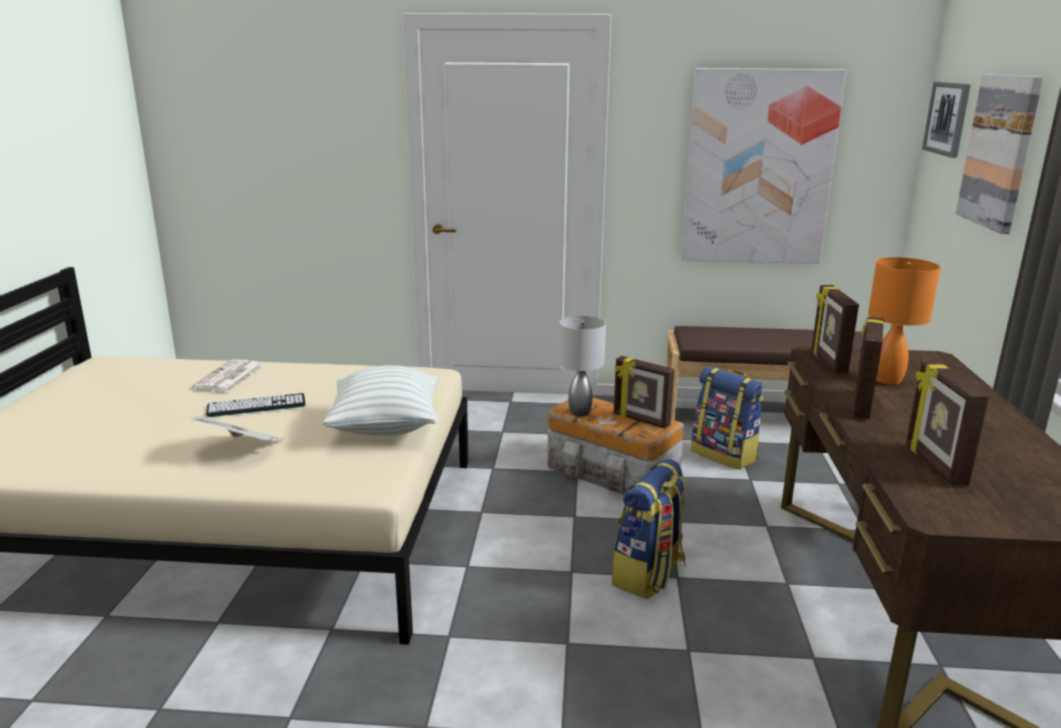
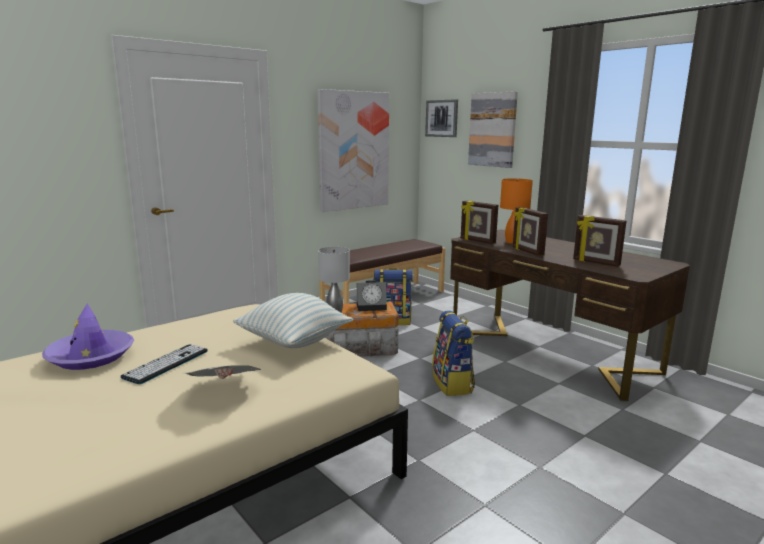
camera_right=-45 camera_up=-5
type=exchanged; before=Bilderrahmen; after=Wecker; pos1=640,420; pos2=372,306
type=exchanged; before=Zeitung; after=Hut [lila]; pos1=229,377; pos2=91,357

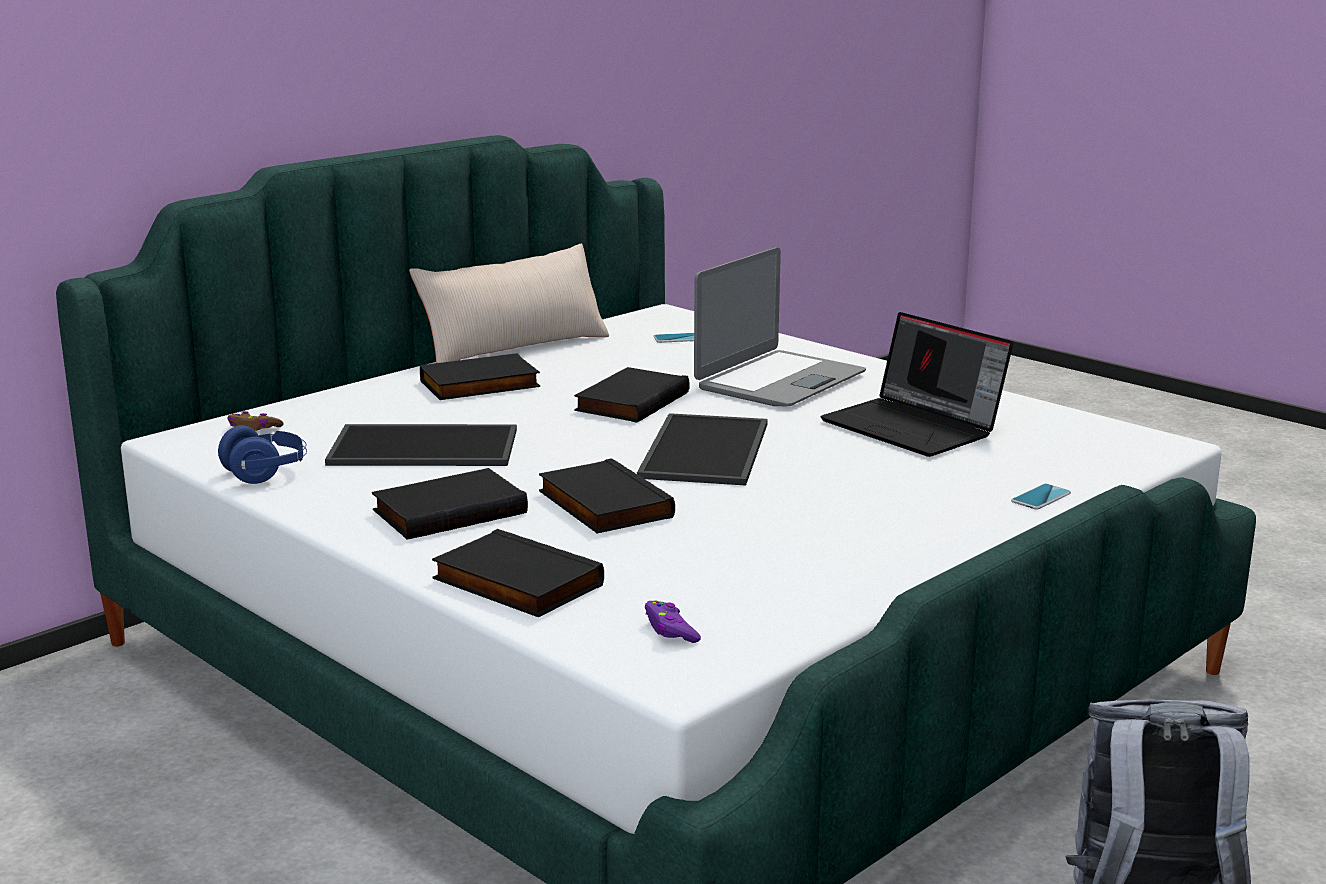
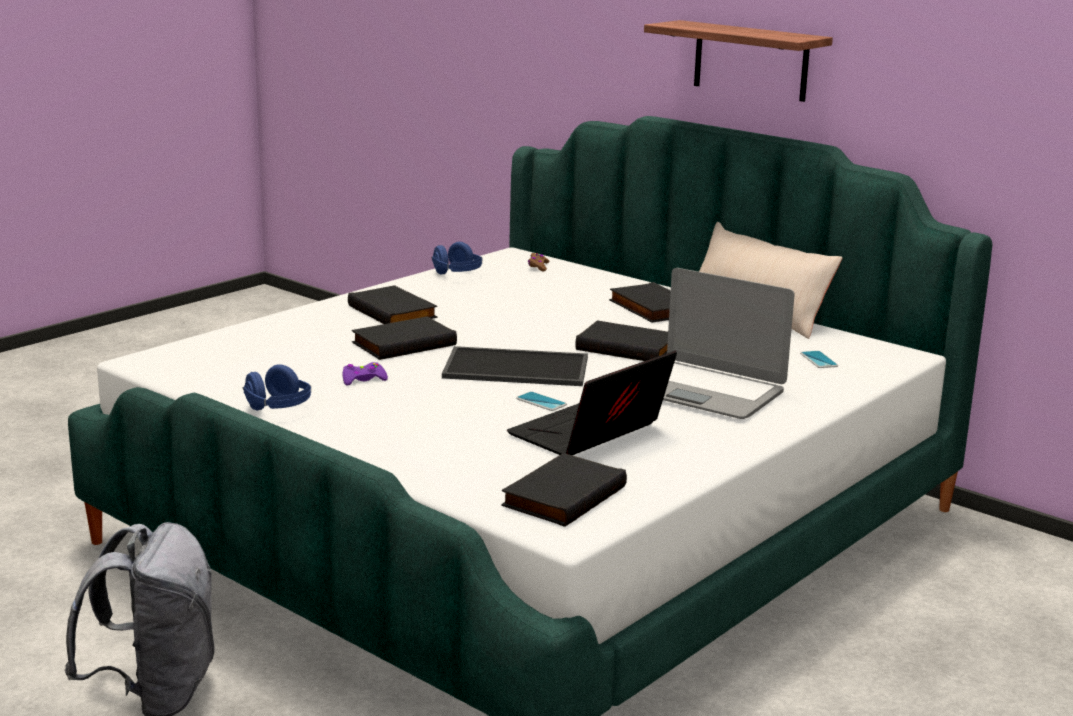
camera_right=85 camera_up=0
type=missing; before=Tablett; pos1=426,446
type=relocated; before=Handy; pos1=1041,498; pos2=541,402
type=relocated; before=Buch [schwarz]; pos1=514,583; pos2=562,495
type=relocated; before=Gamepad [lila]; pos1=670,630; pos2=363,379
type=appeared; after=Wandregal; pos2=750,61
type=appeared; after=Kopfhörer [blau]; pos2=278,409

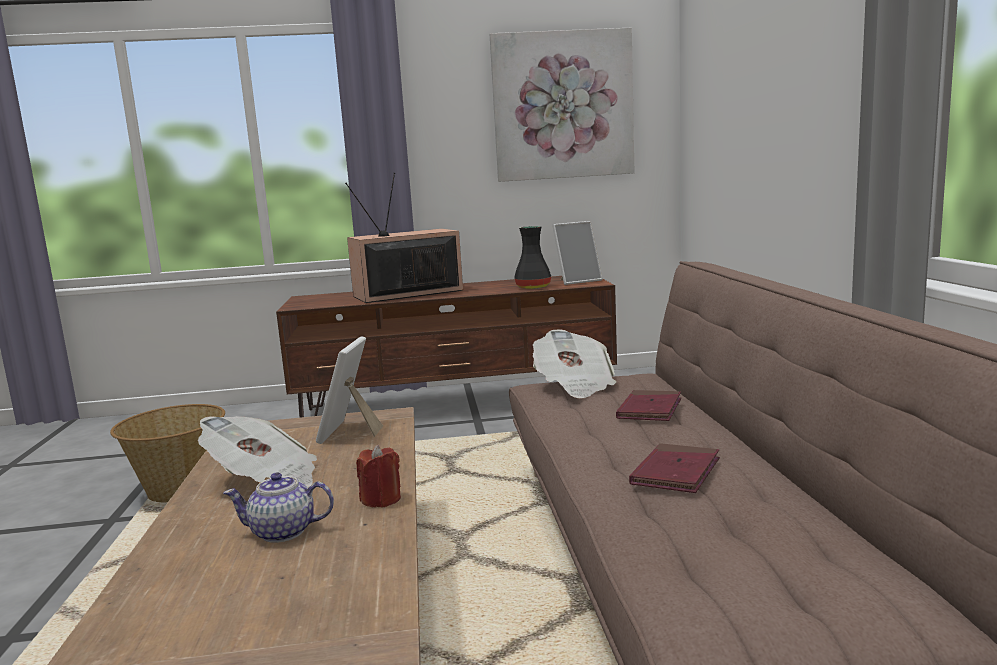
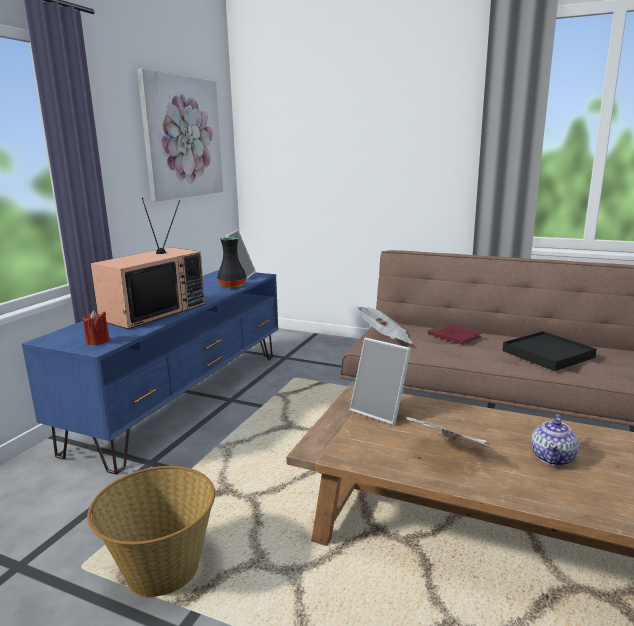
camera_right=-60 camera_up=5
type=spun; before=Fernseher; pos1=407,294; pos2=154,311; turn=-150
type=colour; before=Fernsehschrank [braun]; after=Fernsehschrank [blau]; pos1=457,405; pos2=185,397
type=exchanged; before=Buch [rot]; after=Tablett [schwarz]; pos1=676,473; pos2=547,354
type=relocated; before=Kerze [rot]; pos1=381,499; pos2=98,341

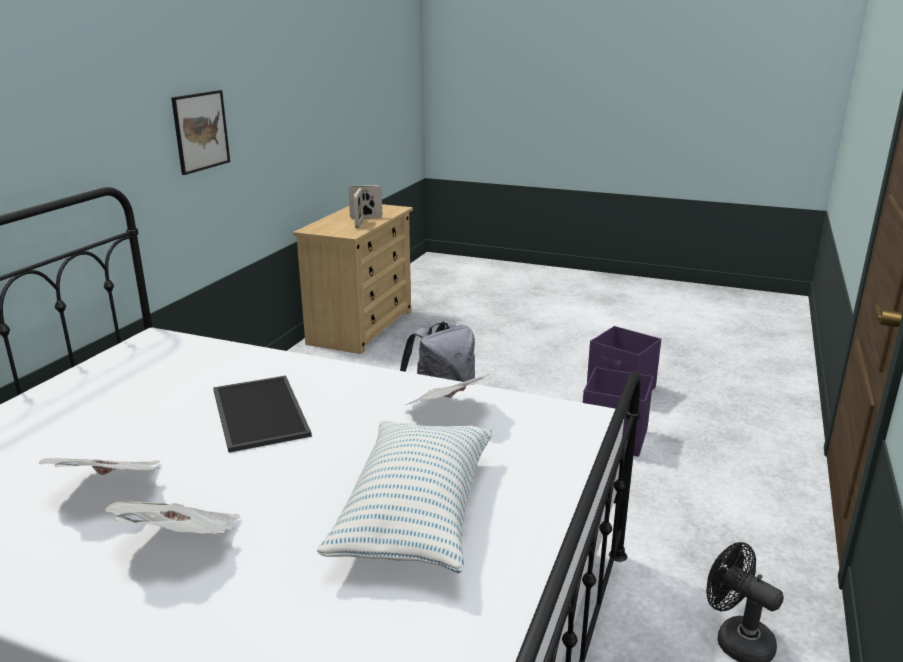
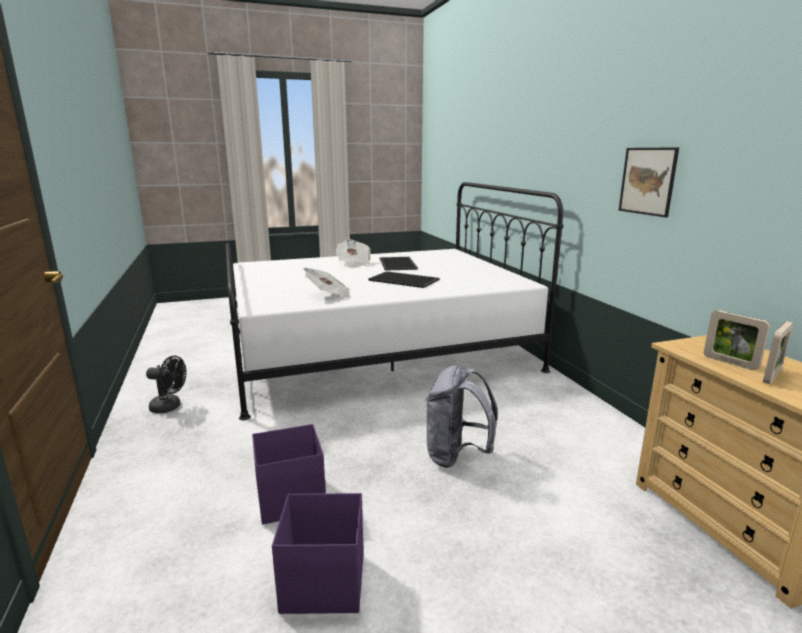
camera_right=140 camera_up=-5
type=missing; before=Kissen; pos1=416,514
type=exchanged; before=Zeitung; after=Tablett; pos1=112,488; pos2=398,264

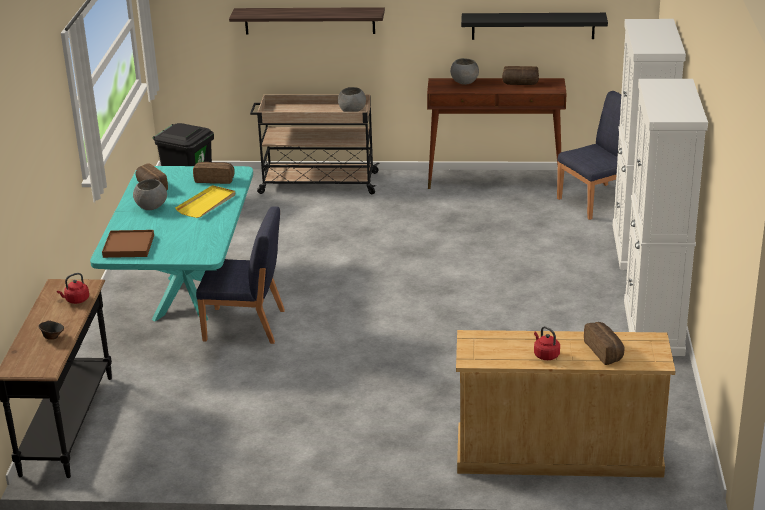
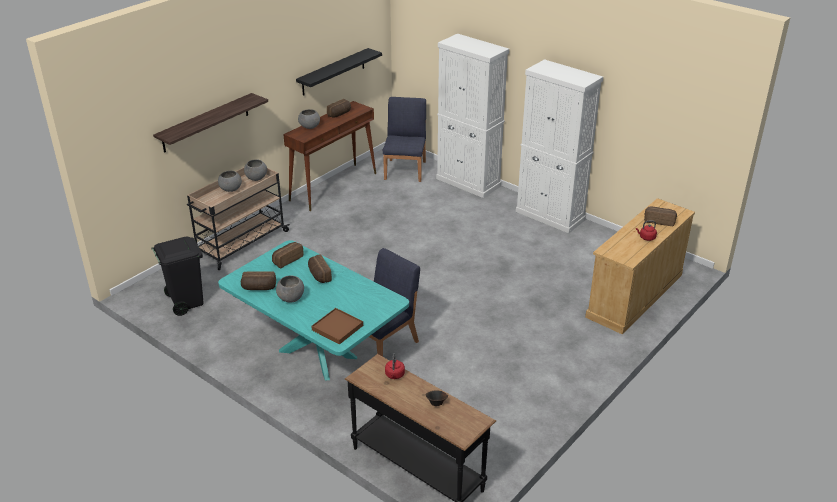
camera_right=-55 camera_up=5
type=exchanged; before=Tablett [gelb]; after=Brot; pos1=207,204; pos2=318,275
type=appeared; after=Schüssel [grau]; pos2=230,190

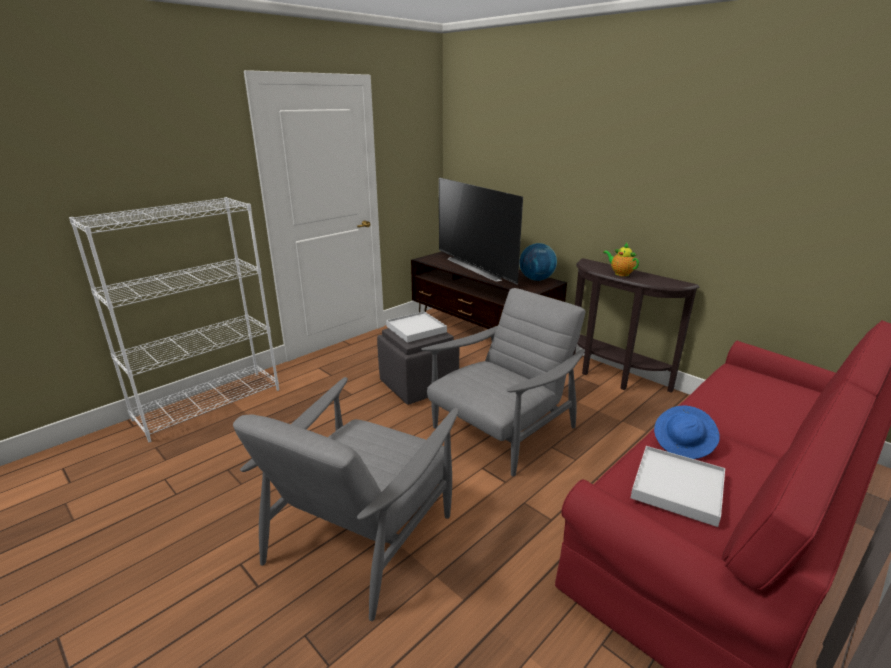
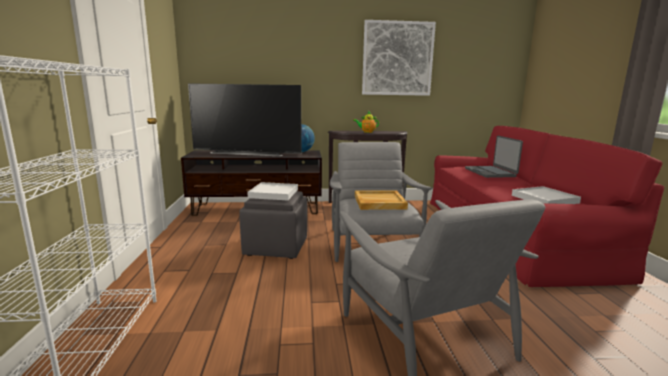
camera_right=-50 camera_up=-10
type=missing; before=Hut [blau]; pos1=684,443
type=appeared; after=Bild; pos2=397,59
type=appeared; after=Laptop; pos2=490,172
type=appeared; after=Tablett [beige]; pos2=379,202

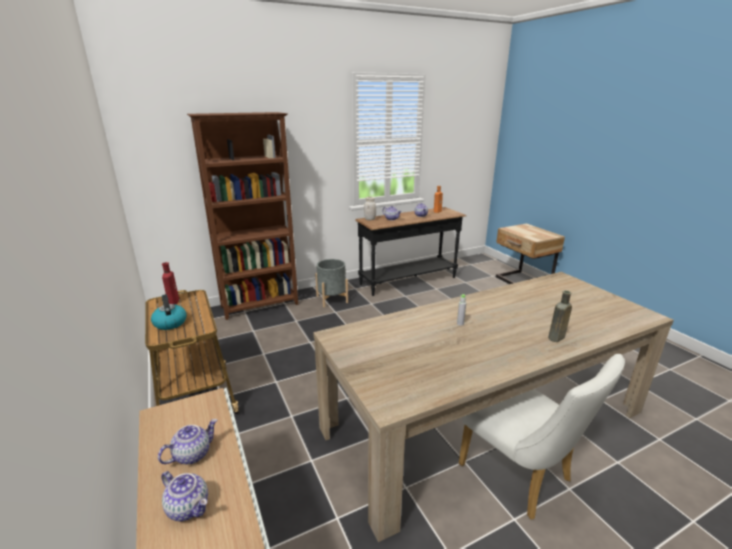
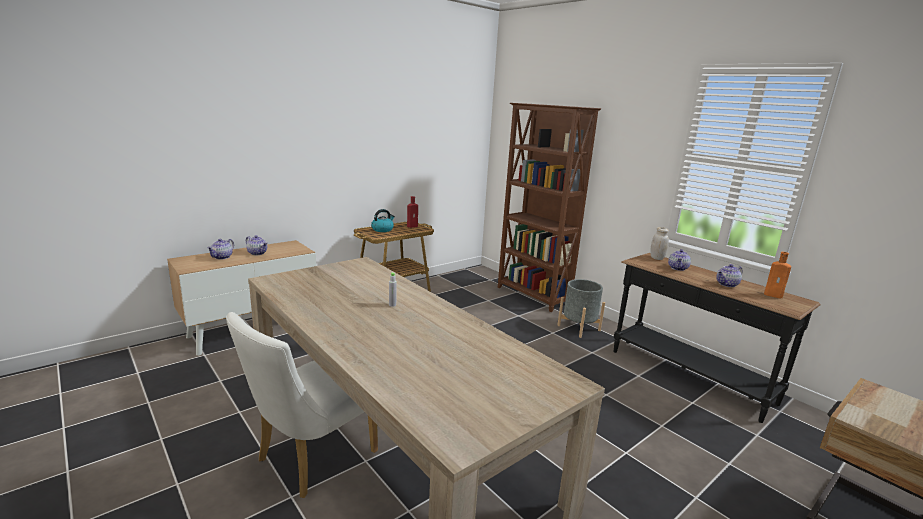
camera_right=75 camera_up=-5
type=missing; before=Flasche [braun]; pos1=555,338

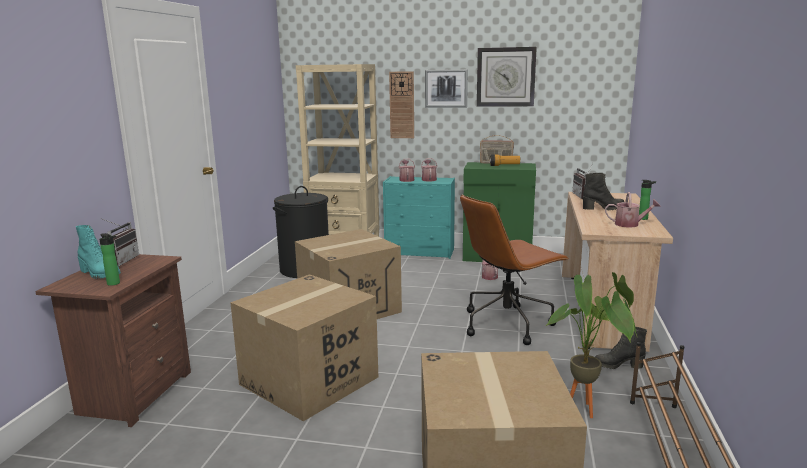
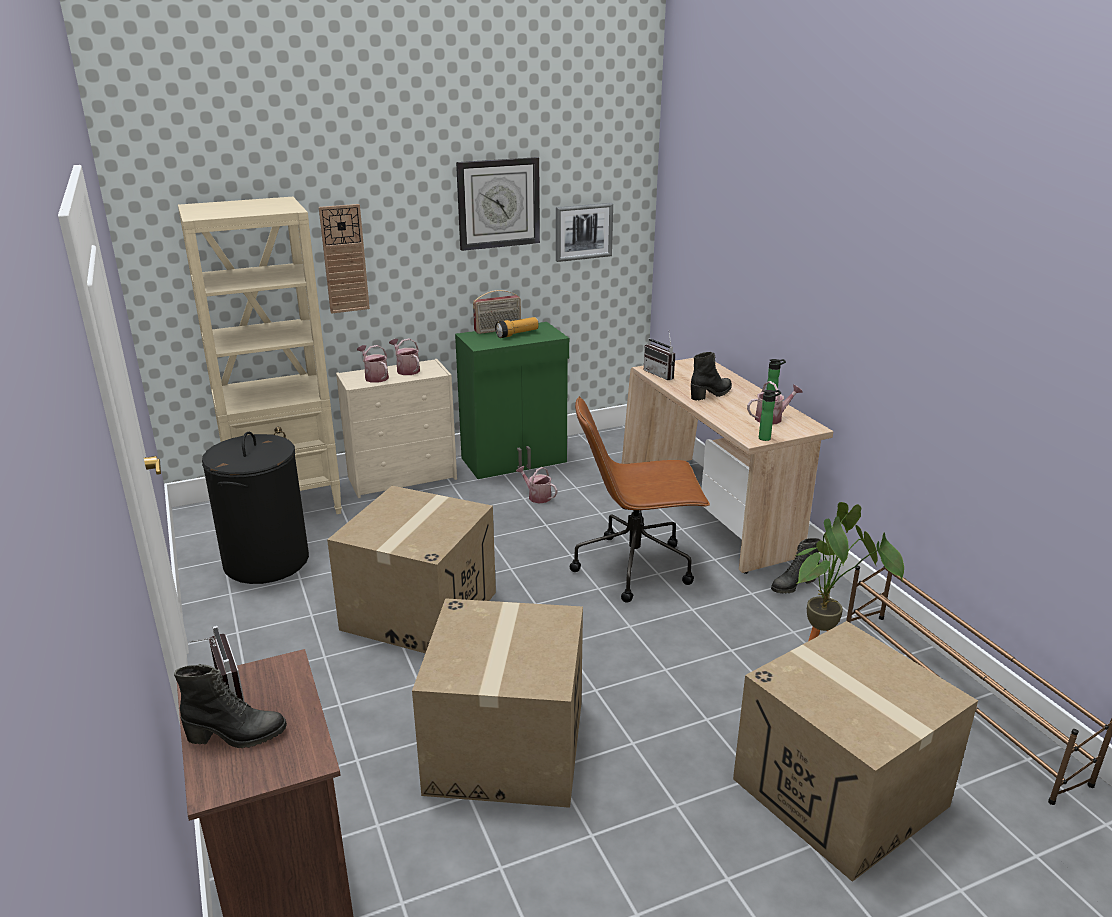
camera_right=-35 camera_up=10
type=relocated; before=Bild; pos1=446,88; pos2=583,231
type=colour; before=Kommode [türkis]; after=Kommode [beige]; pos1=420,252; pos2=403,478
type=spun; before=Bürostuhl [braun]; pos1=507,323; pos2=635,566; turn=60
type=colour; before=Stiefel [türkis]; after=Stiefel [schwarz]; pos1=99,274; pos2=236,736
type=relocated; before=Flasche; pos1=115,284; pos2=766,438

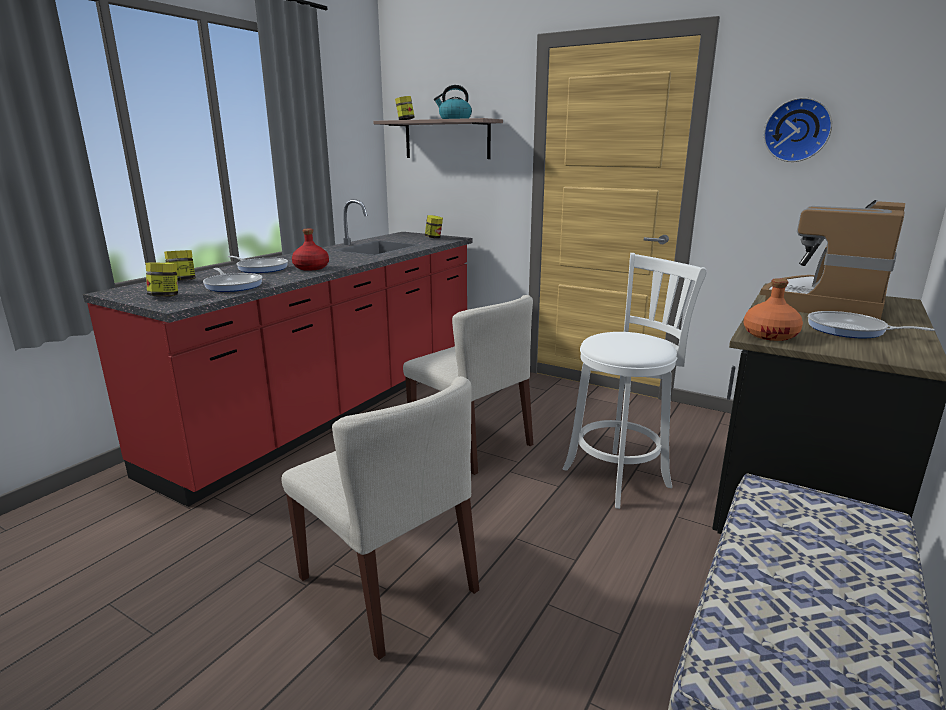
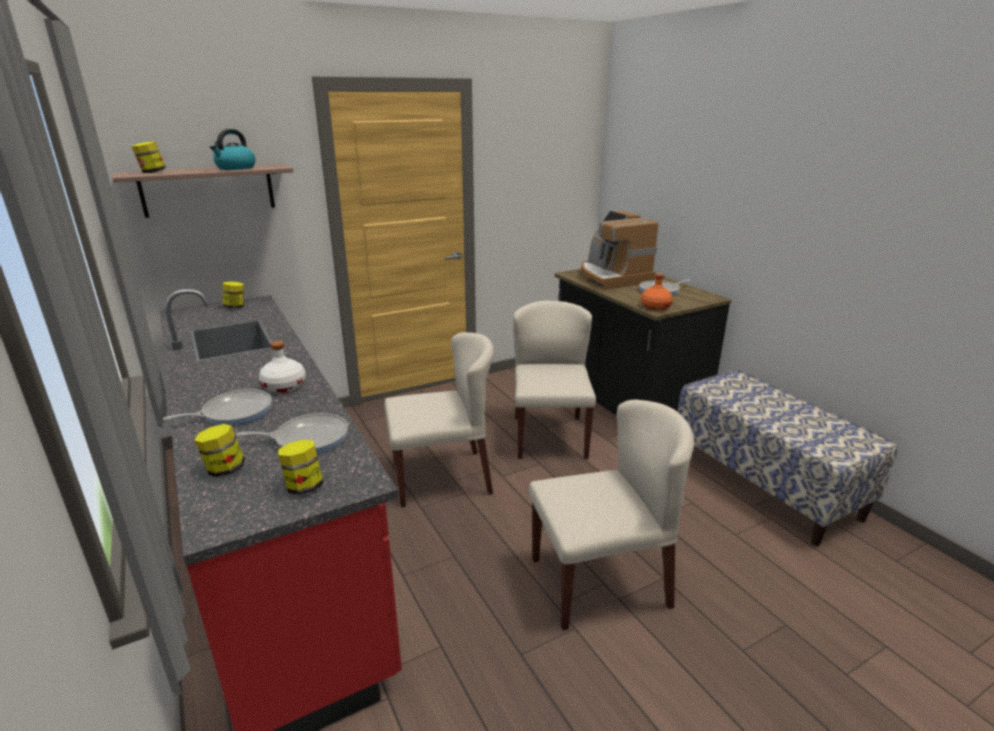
camera_right=-60 camera_up=5
type=missing; before=Wanduhr; pos1=797,130
type=colour; before=Flasche [rot]; after=Flasche [weiß]; pos1=311,268; pos2=284,386
type=exchanged; before=Hocker [weiß]; after=Stuhl [beige]; pos1=620,476; pos2=549,436

